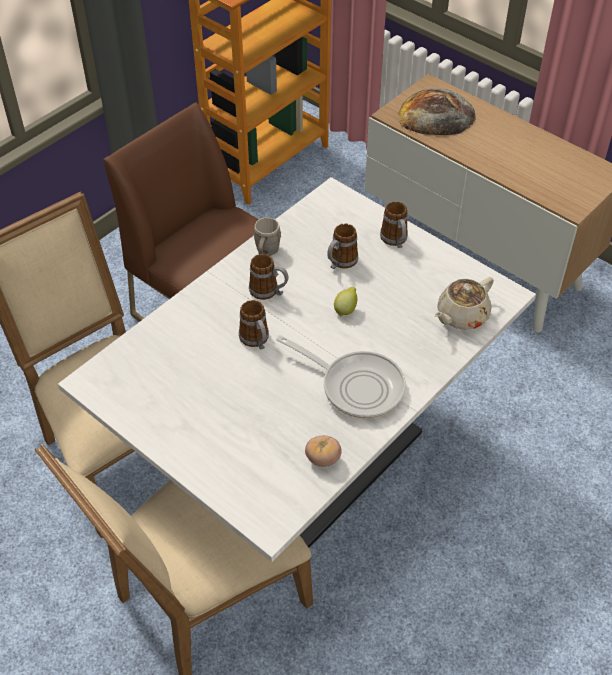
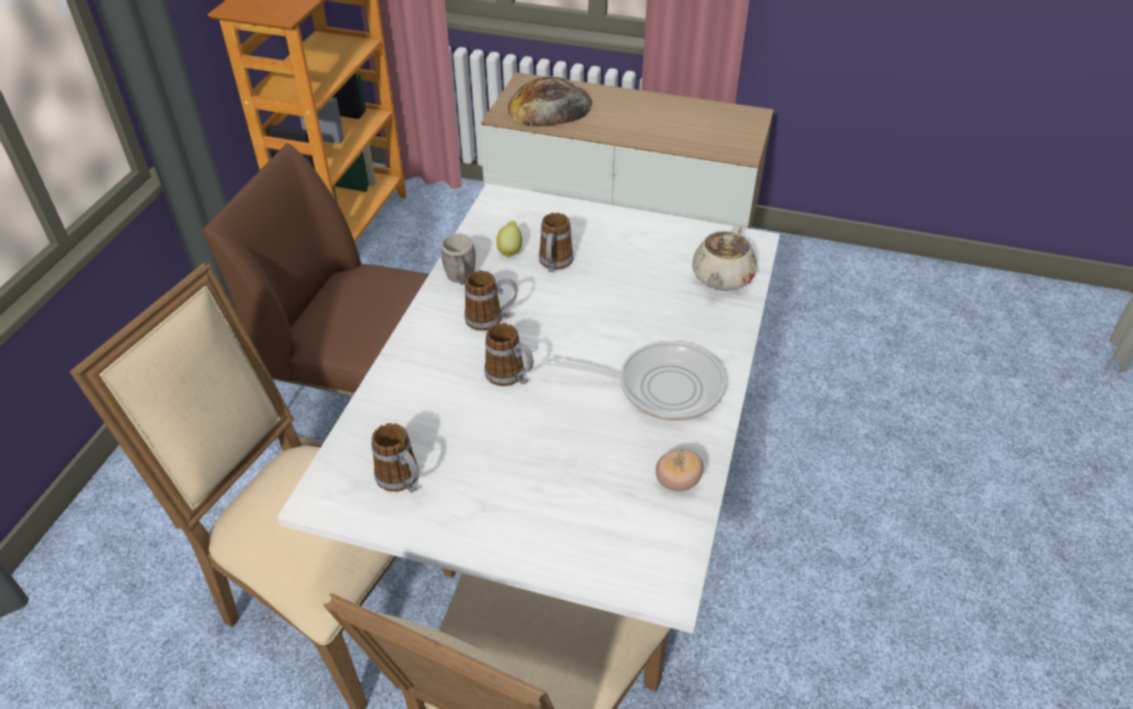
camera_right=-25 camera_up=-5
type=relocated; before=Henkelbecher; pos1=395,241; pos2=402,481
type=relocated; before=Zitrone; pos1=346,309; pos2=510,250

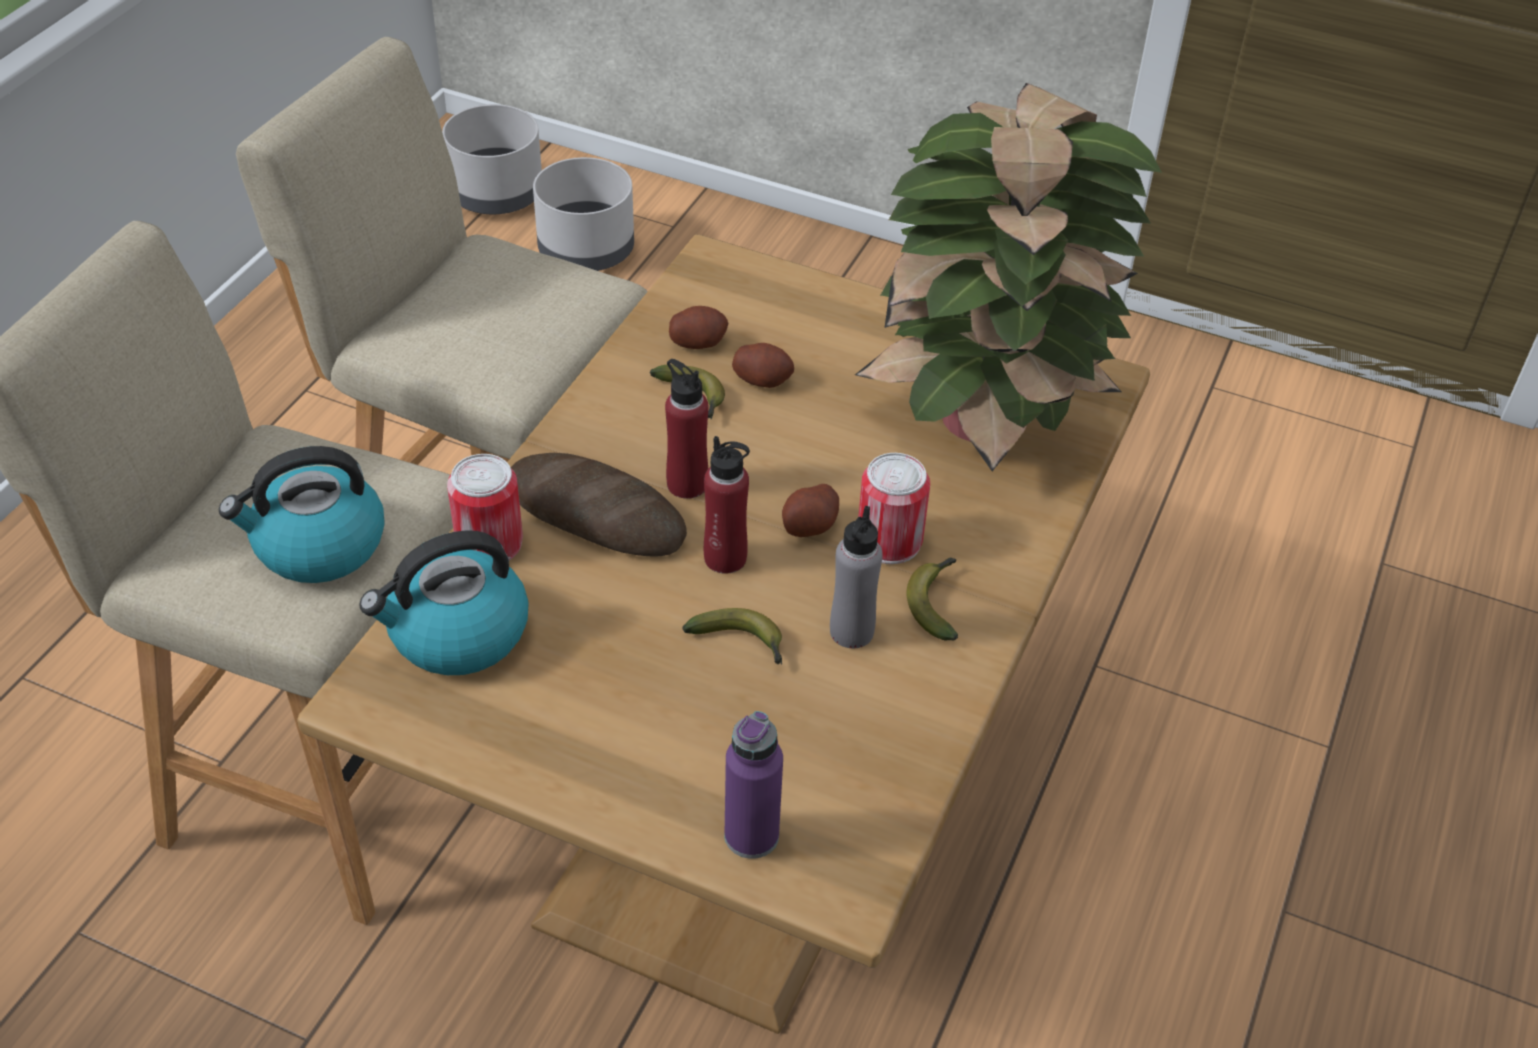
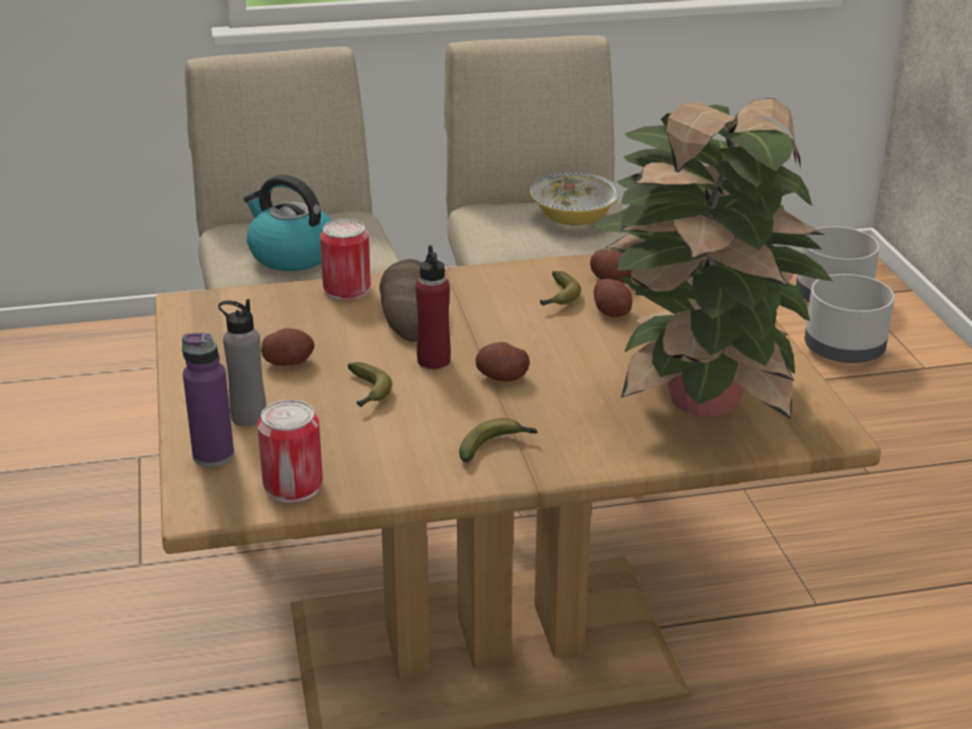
camera_right=55 camera_up=-15
type=missing; before=Flasche [rot]; pos1=687,484
type=relocated; before=Dose; pos1=889,541; pos2=293,485
type=relocated; before=Flasche [grau]; pos1=851,631; pos2=248,417
type=missing; before=Wasserkessel; pos1=457,634
type=appeared; after=Schüssel; pos2=573,218
type=appeared; after=Kartoffel; pos2=288,362

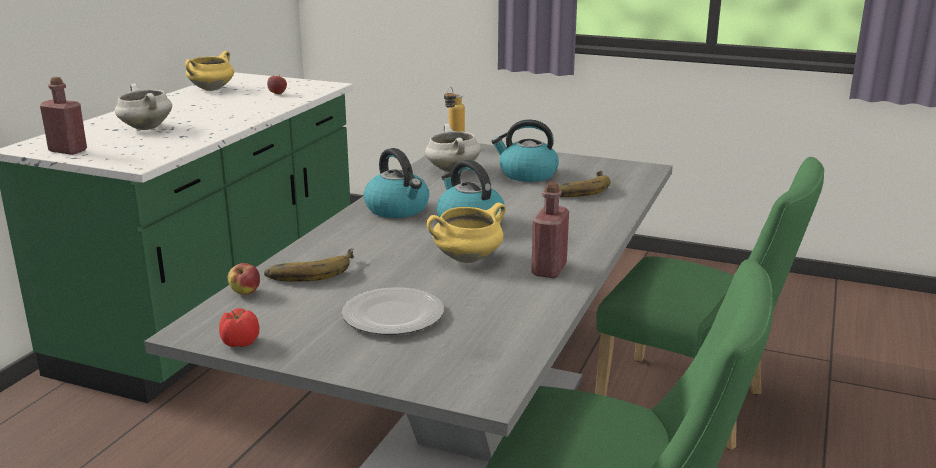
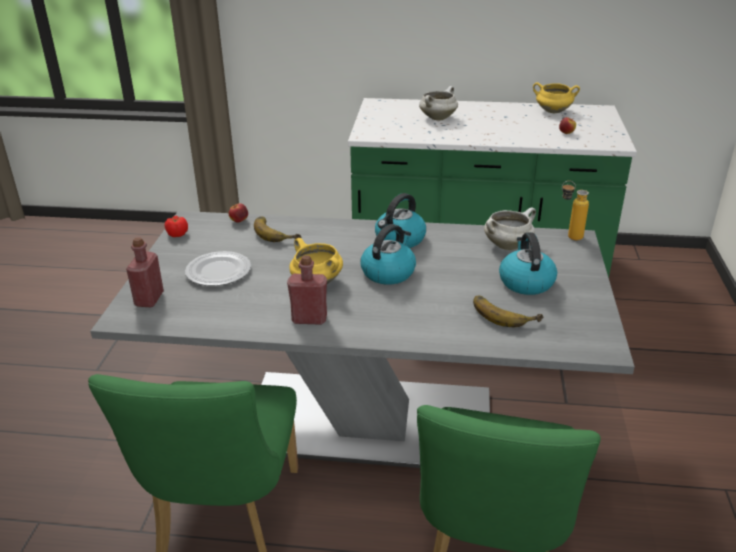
camera_right=75 camera_up=10
type=relocated; before=Flasche [rot]; pos1=68,150; pos2=149,299

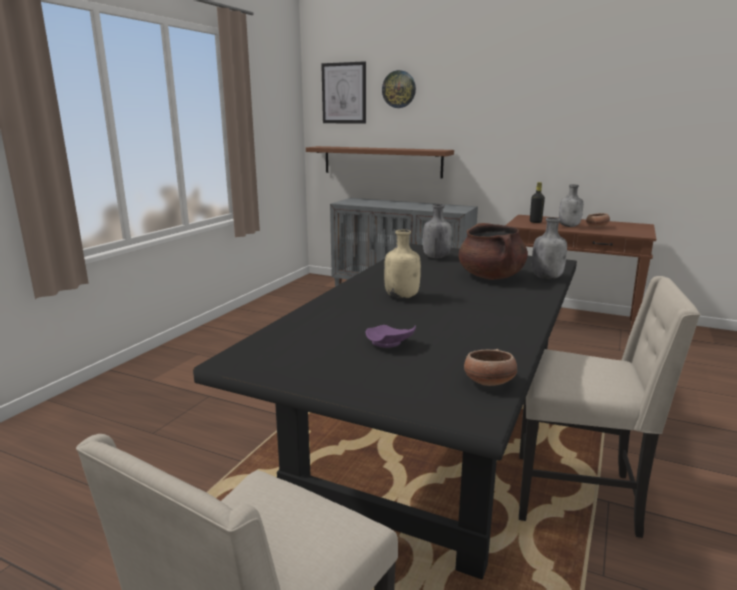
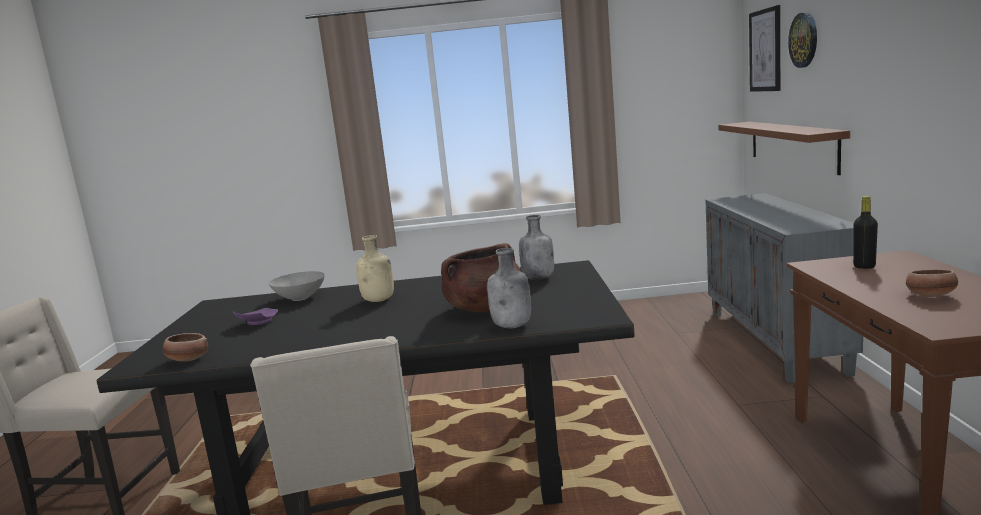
camera_right=65 camera_up=-5
type=missing; before=Flasche [grau]; pos1=569,226
type=appeared; after=Schüssel [grau]; pos2=301,298

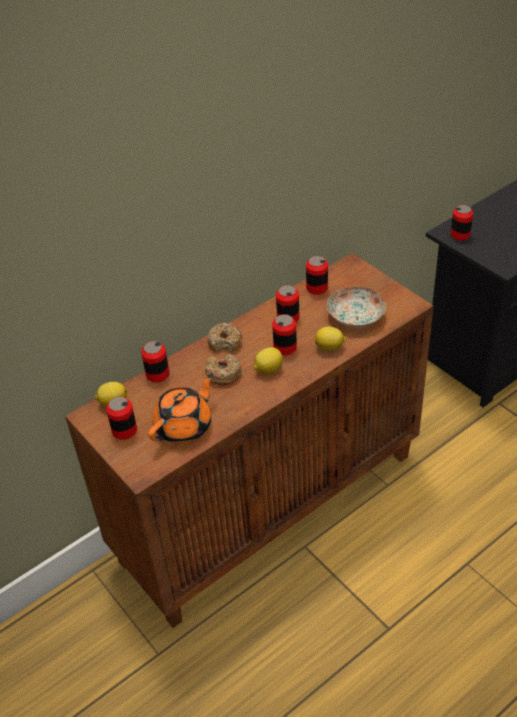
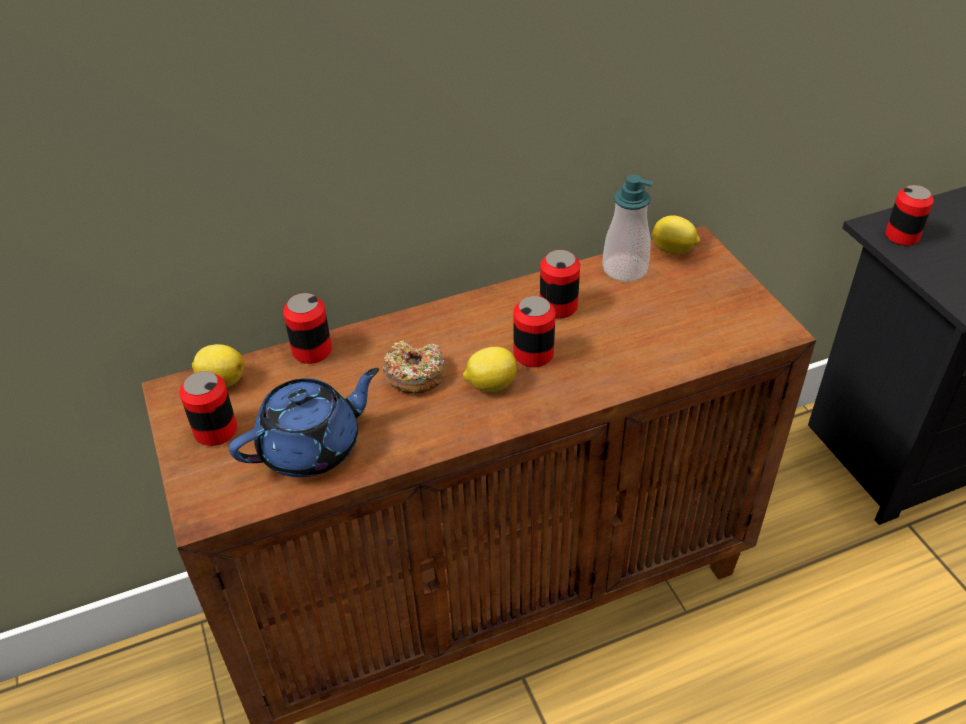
camera_right=15 camera_up=0
type=exchanged; before=Dose; after=Seifenspender; pos1=317,288; pos2=625,269
type=missing; before=Teller; pos1=356,316
type=missing; before=Donut; pos1=225,342
type=relocated; before=Zitrone; pos1=330,348; pos2=673,251
type=colour; before=Teekanne [orange]; after=Teekanne [blau]; pos1=184,426; pos2=312,447

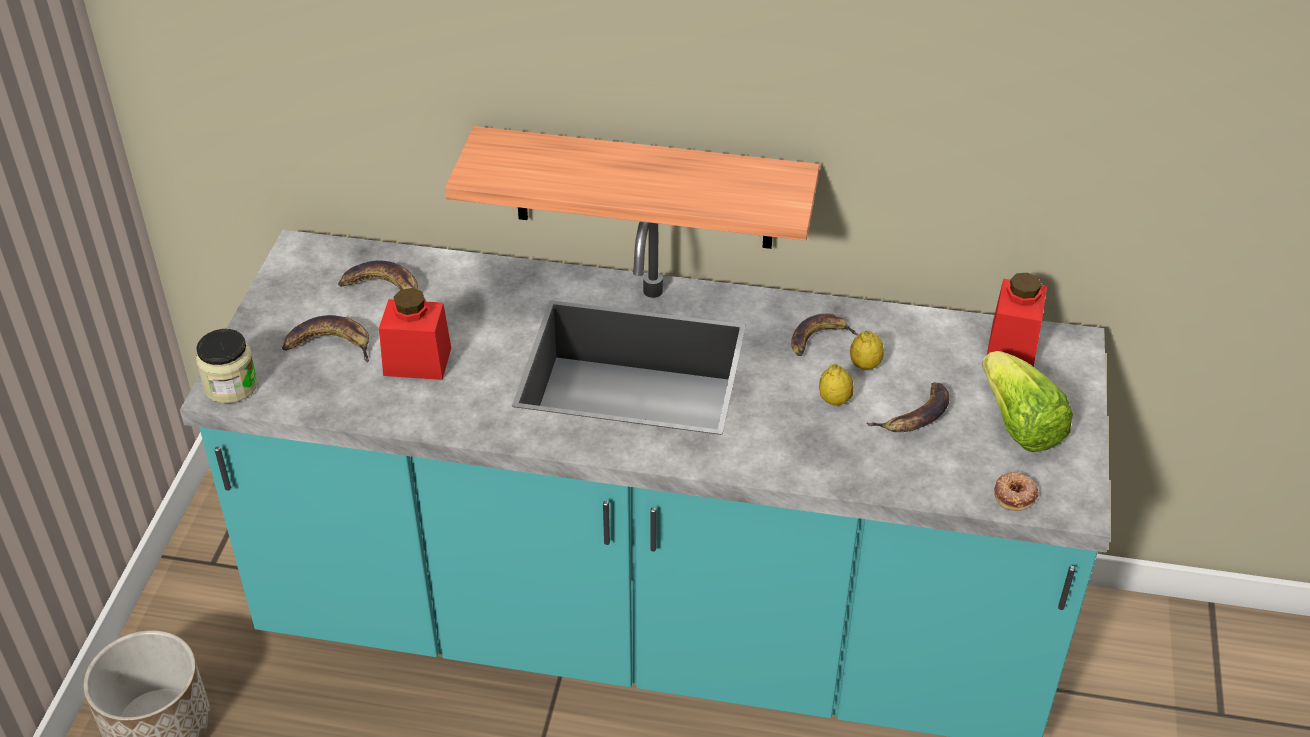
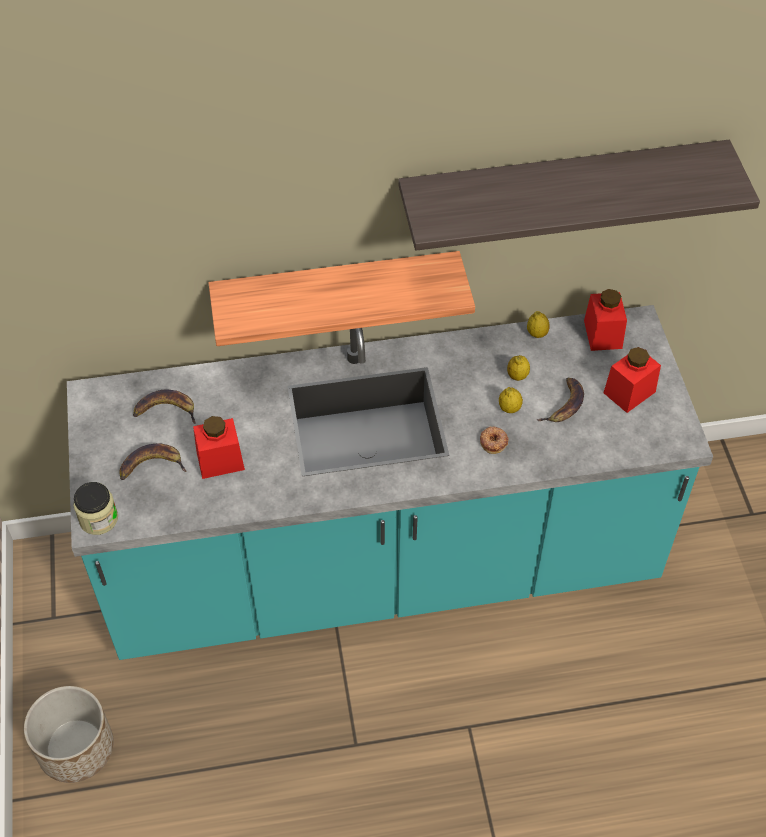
camera_right=-20 camera_up=10
type=missing; before=Banane; pos1=818,339
type=exchanged; before=Salatkopf; after=Vorratsglas [rot]; pos1=1018,424; pos2=629,392
type=relocated; before=Donut; pos1=1015,495; pos2=493,441
type=appeared; after=Wandregal; pos2=561,189
type=appeared; after=Zitrone; pos2=537,334

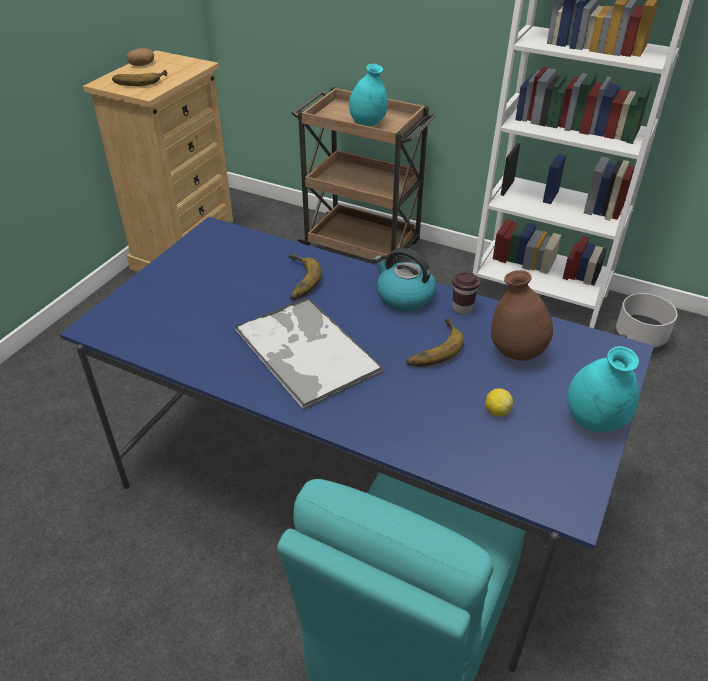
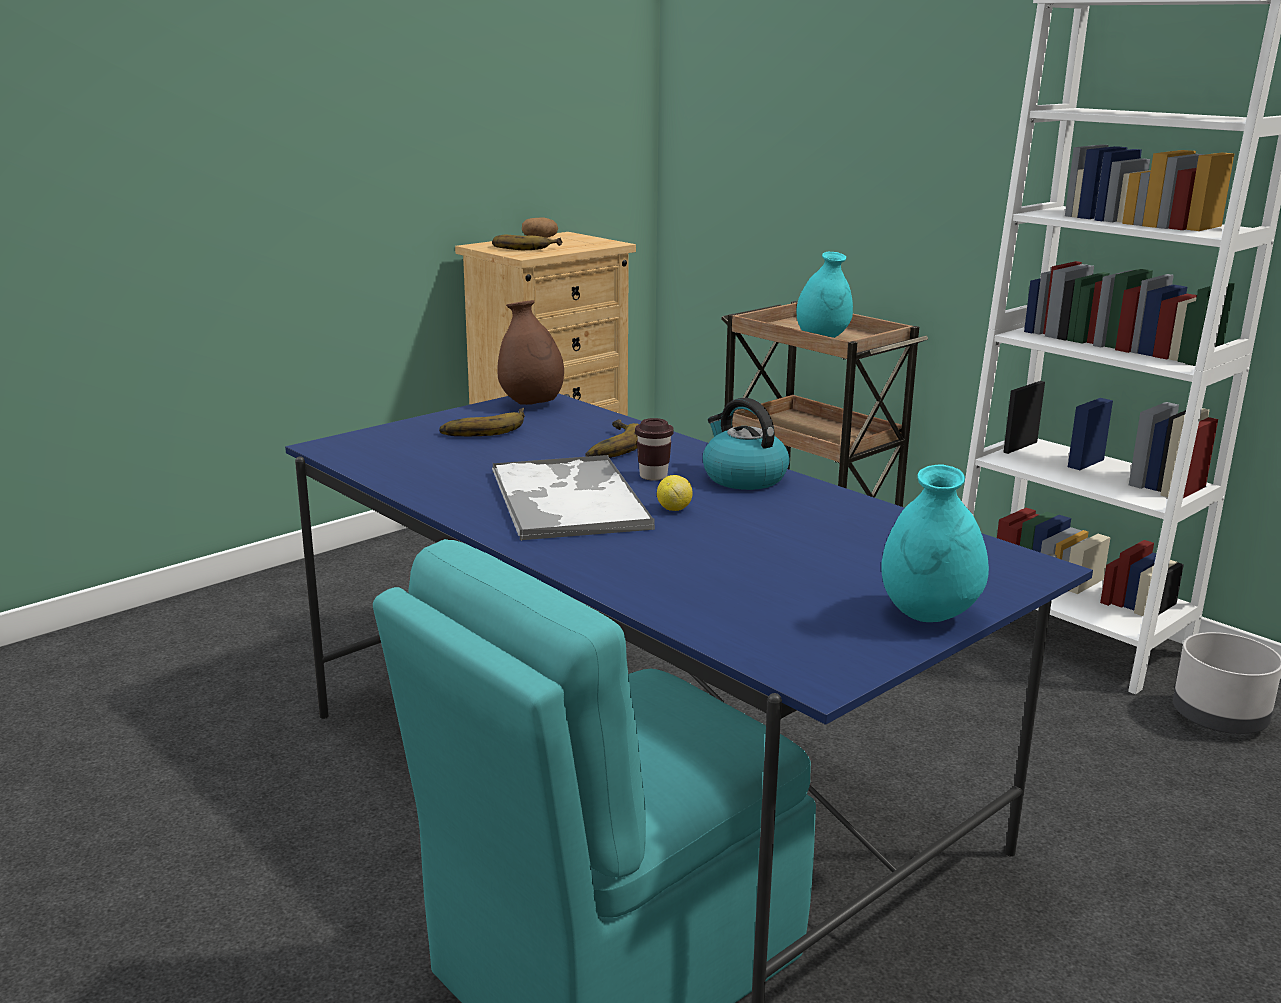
camera_right=20 camera_up=-20
type=relocated; before=Vase [braun]; pos1=516,353; pos2=531,404
type=relocated; before=Tasse [braun]; pos1=462,308; pos2=653,476
type=relocated; before=Banane; pos1=431,347; pos2=483,428
type=relocated; before=Zitrone; pos1=497,411; pos2=674,509

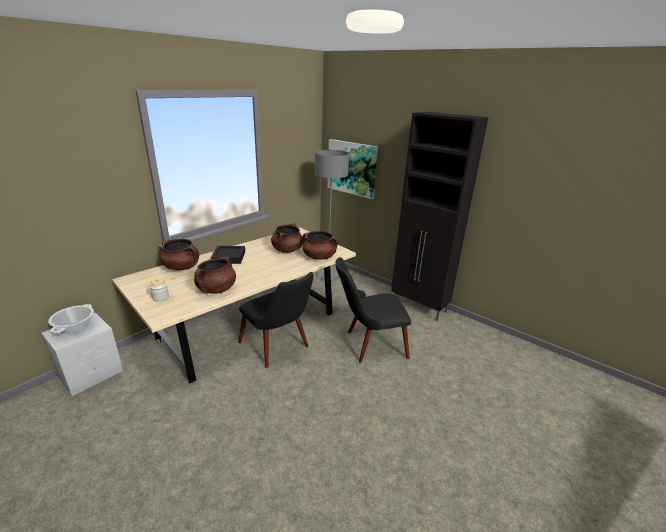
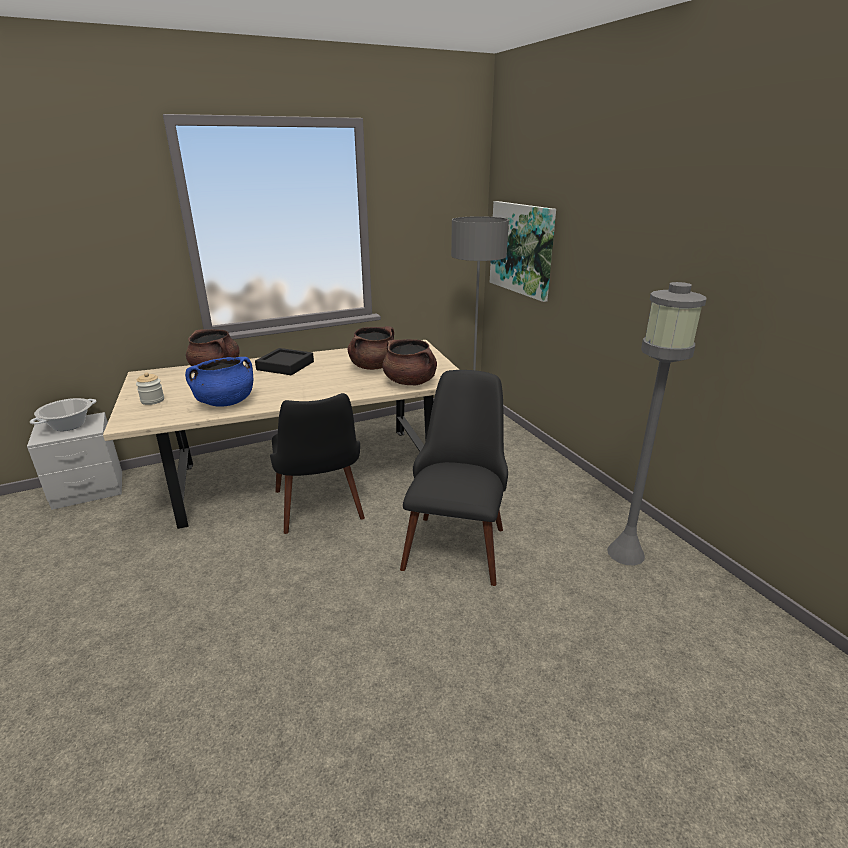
camera_right=25 camera_up=0
type=missing; before=Schrank [schwarz]; pos1=419,307
type=colour; before=Kochtopf [braun]; after=Kochtopf [blau]; pos1=216,289; pos2=225,402
type=spun; before=Stuhl [schwarz]; pos1=368,345; pos2=457,539; turn=90
type=appeared; after=Stehlampe [grau]; pos2=626,553

